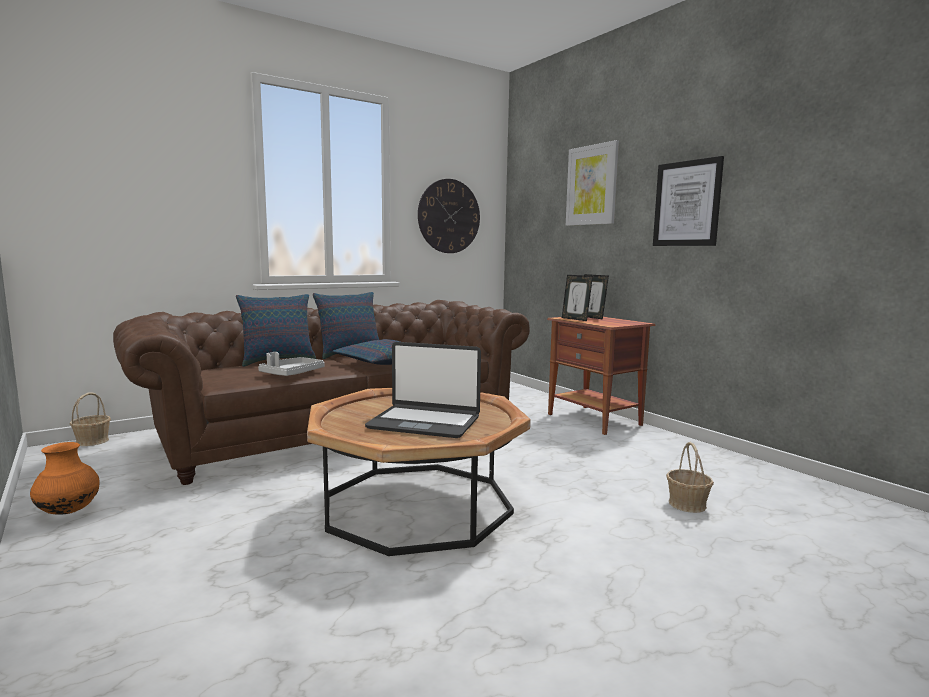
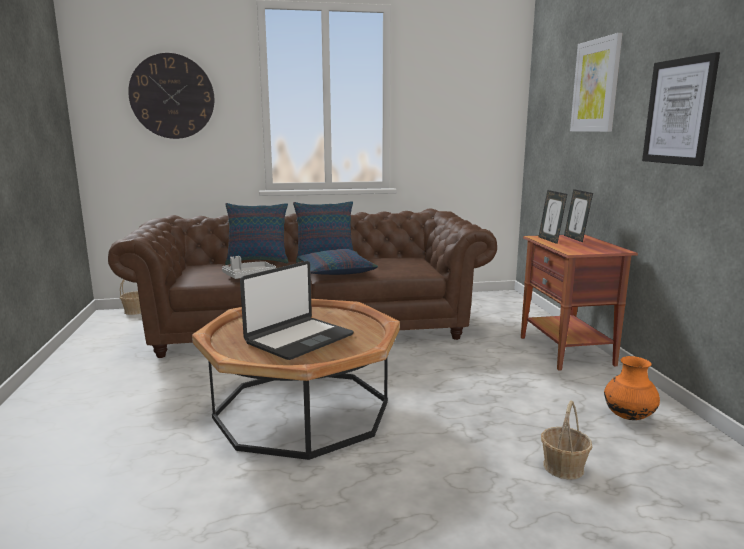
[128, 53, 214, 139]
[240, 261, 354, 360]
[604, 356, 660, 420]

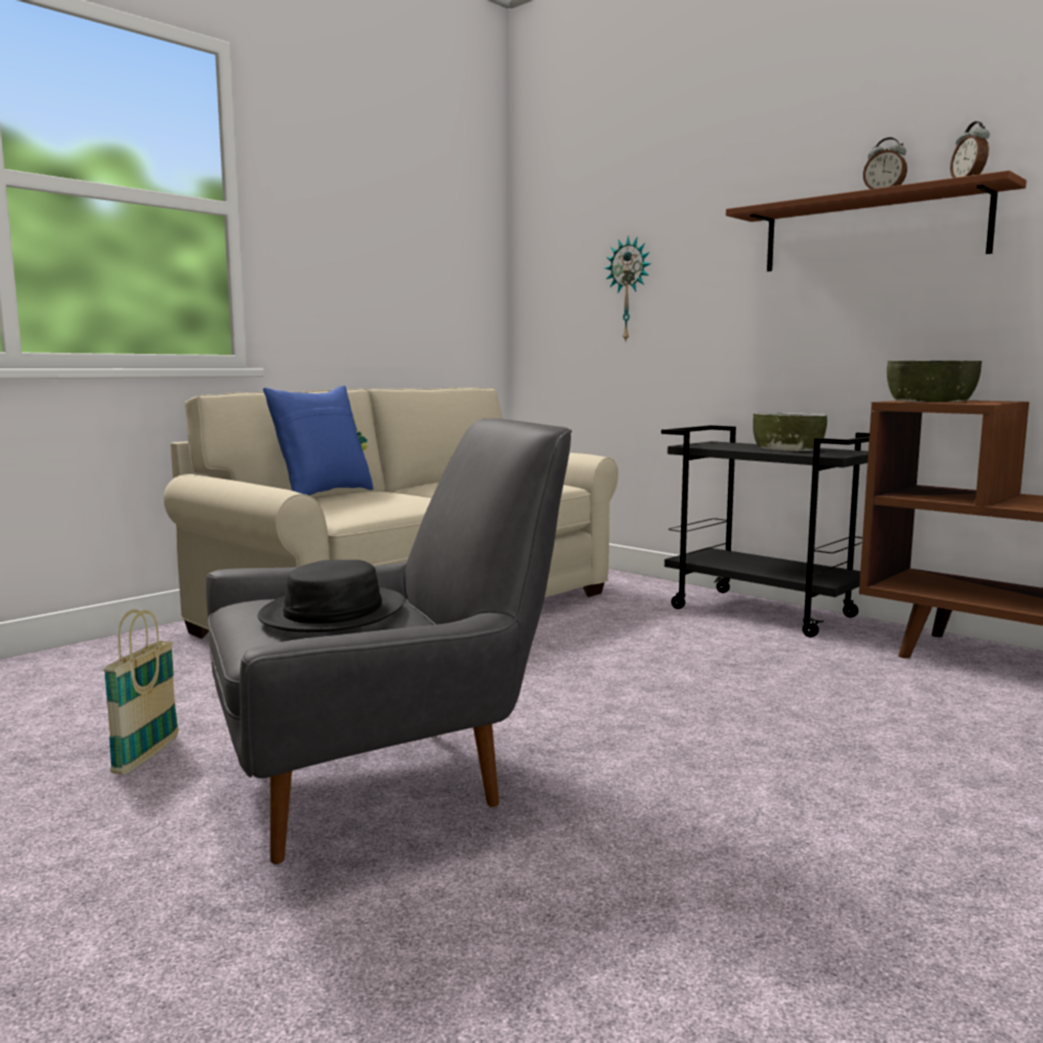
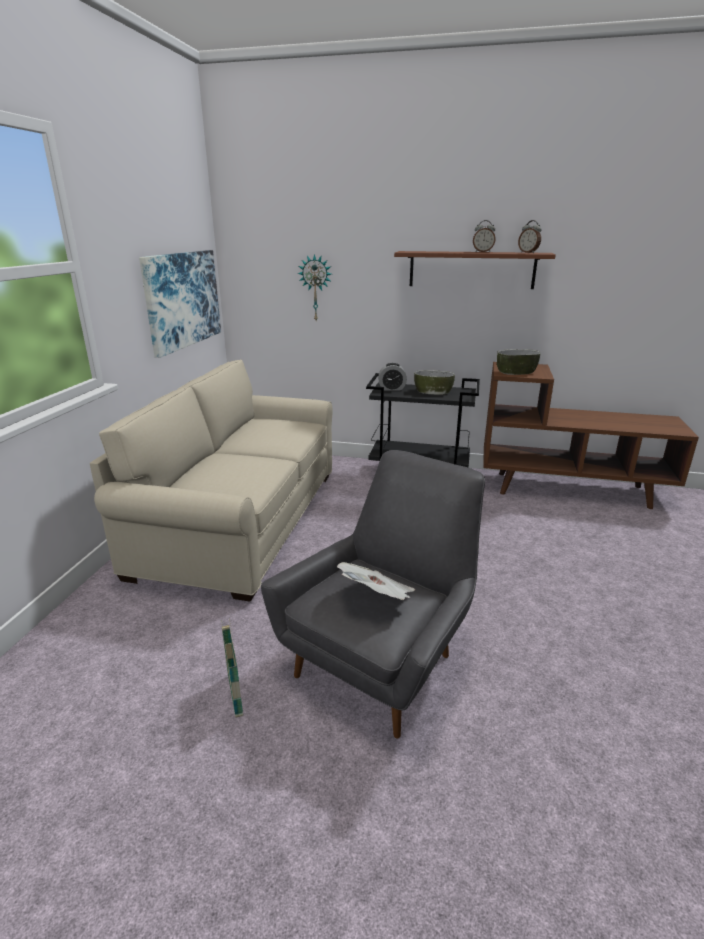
[139, 250, 221, 358]
[337, 562, 415, 600]
[378, 363, 407, 390]
[263, 386, 373, 496] (first image)

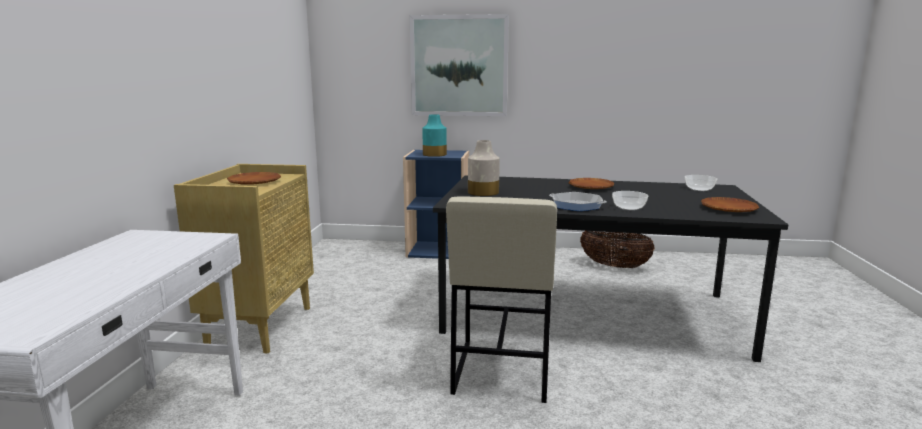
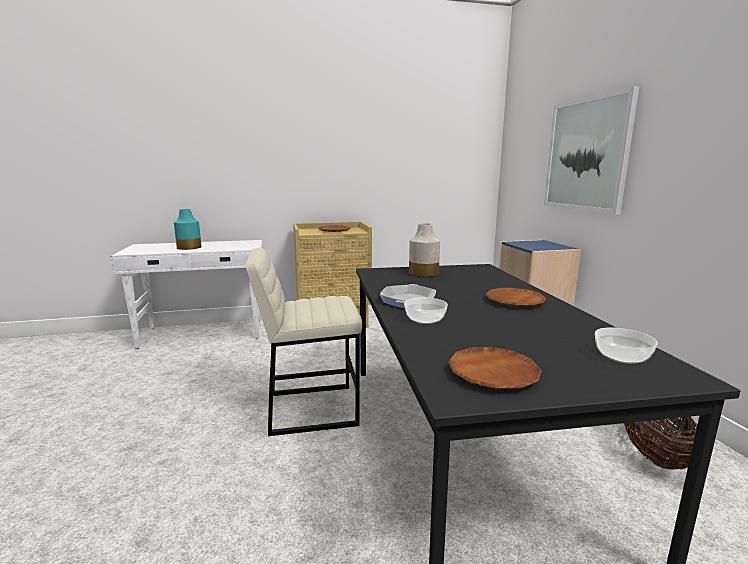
[174, 209, 202, 250]

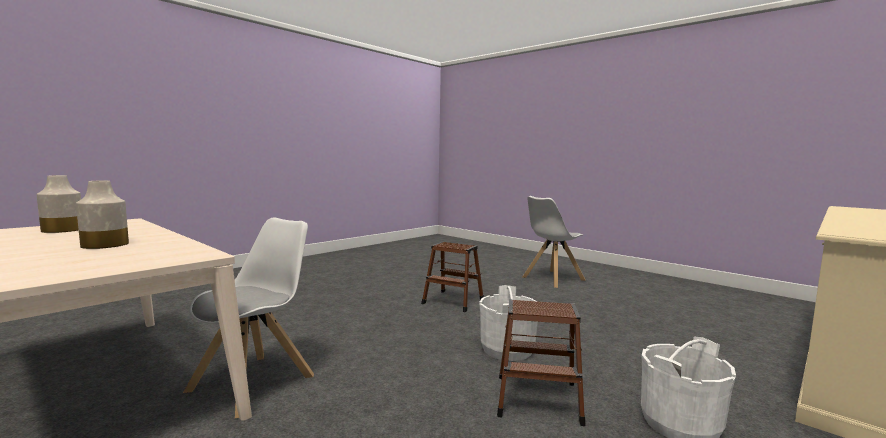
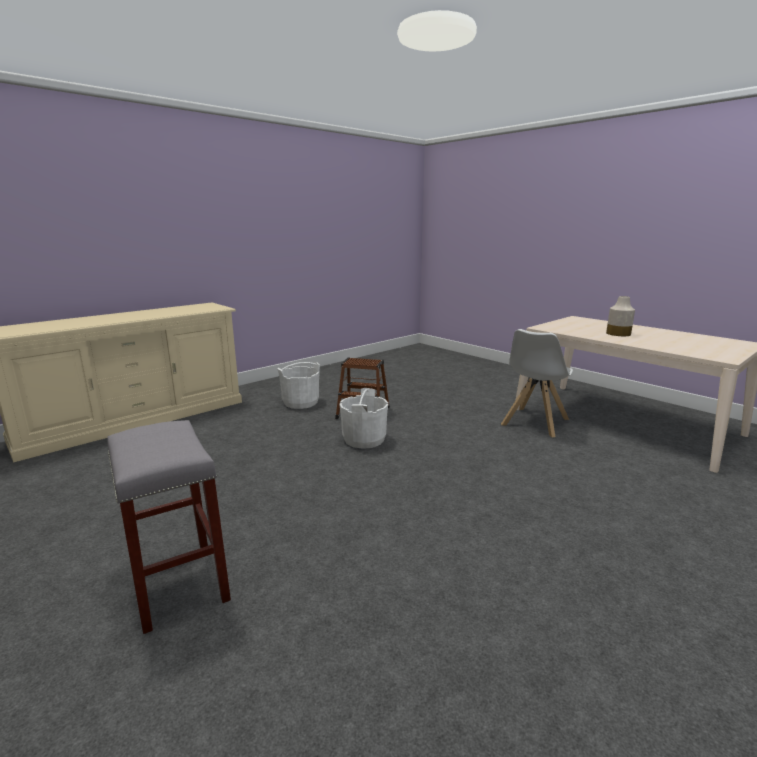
[107, 420, 231, 634]
[37, 175, 81, 233] (first image)
[421, 242, 484, 312] (first image)

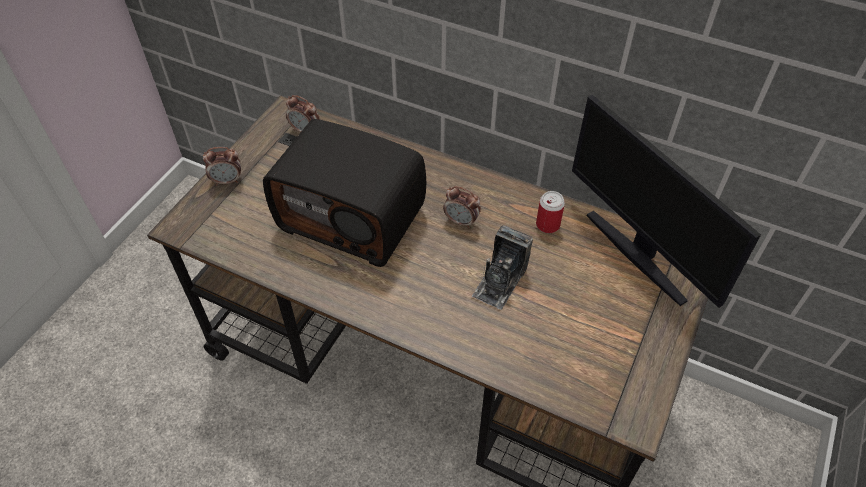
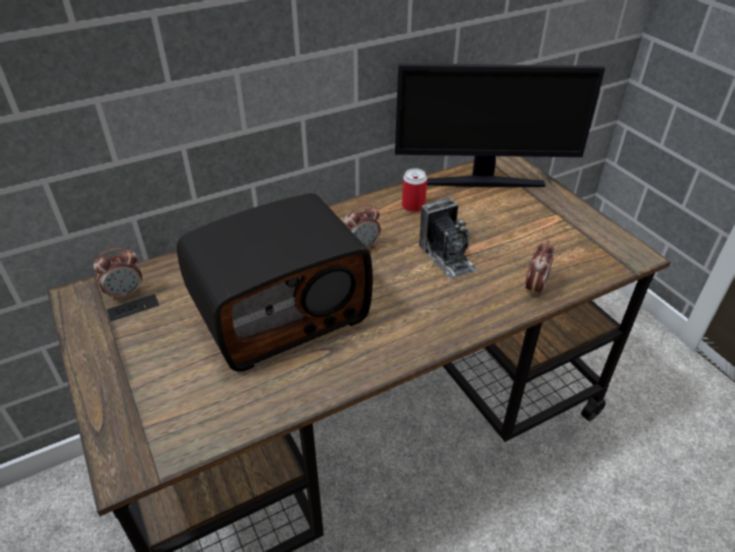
[525, 240, 554, 298]

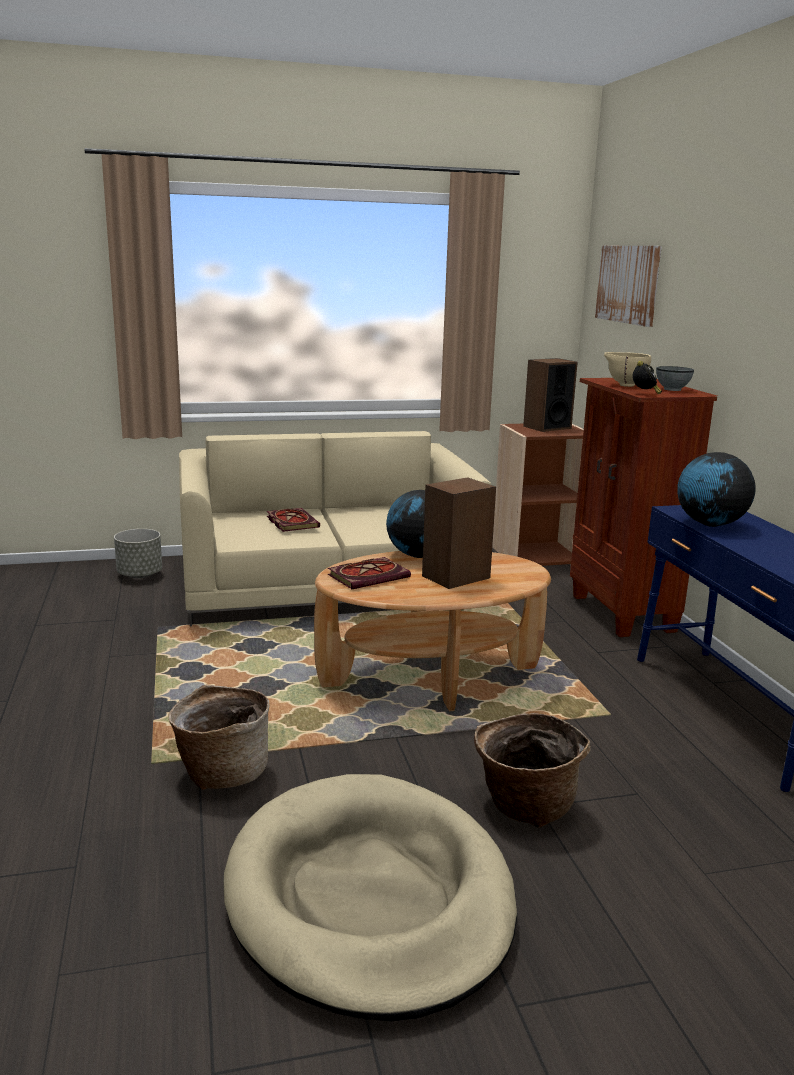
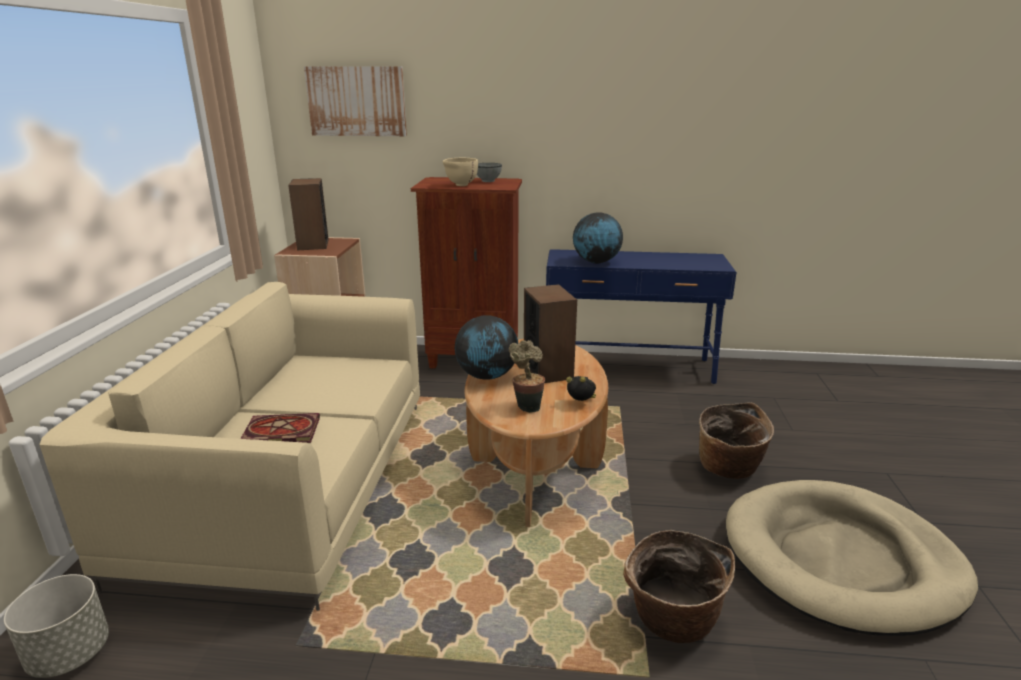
[509, 340, 545, 413]
[566, 376, 596, 401]

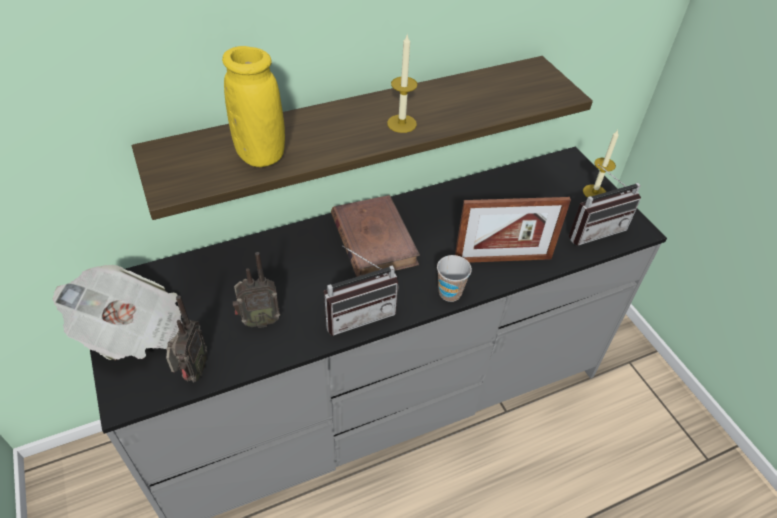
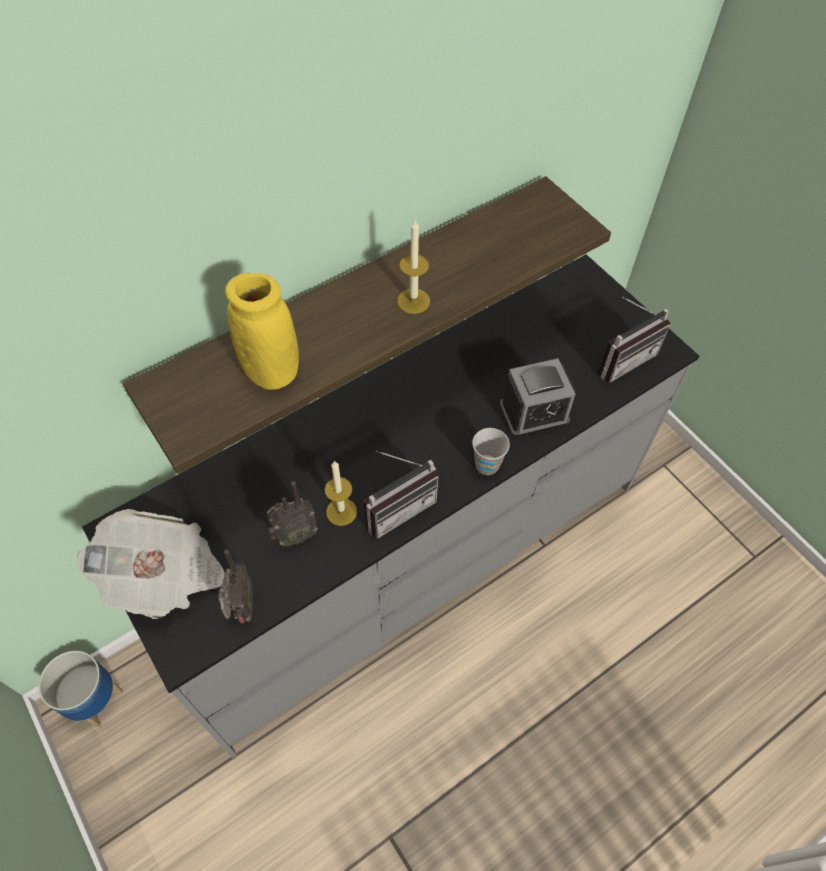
[38, 651, 123, 728]
[325, 461, 357, 526]
[499, 358, 575, 438]
[331, 195, 420, 277] (first image)

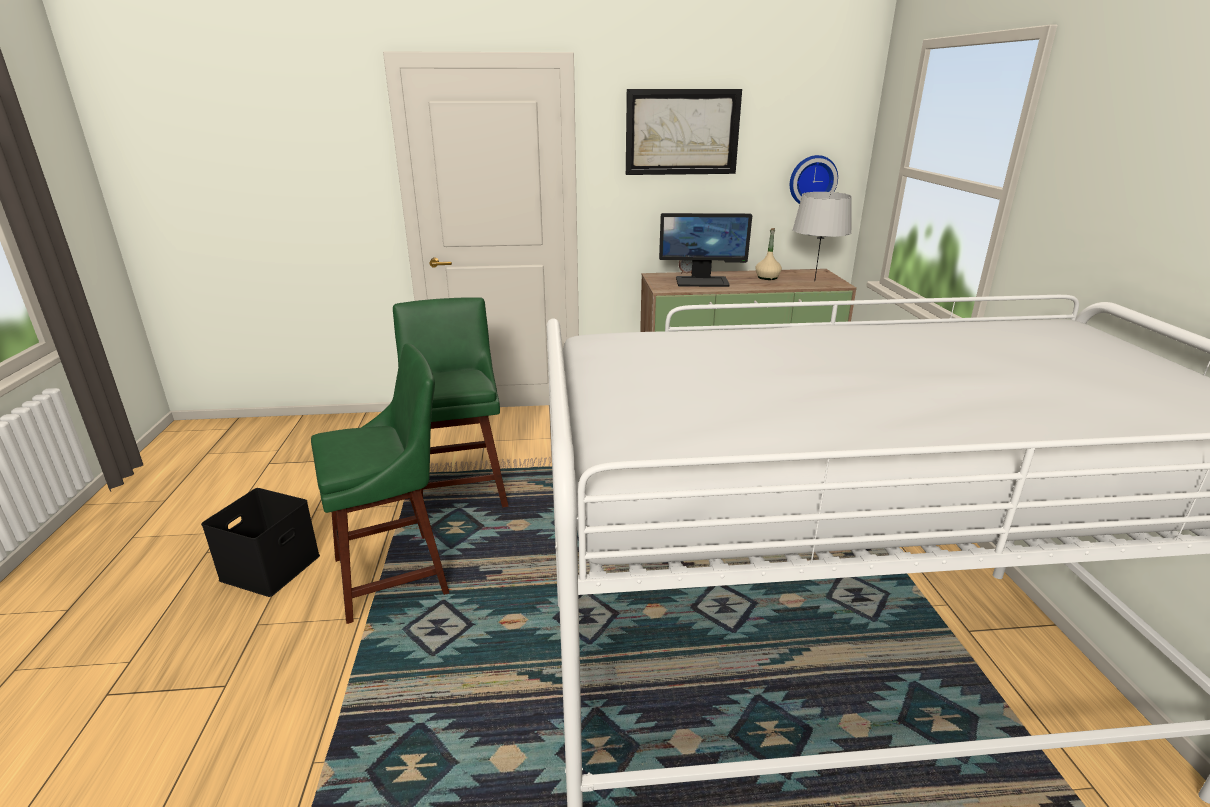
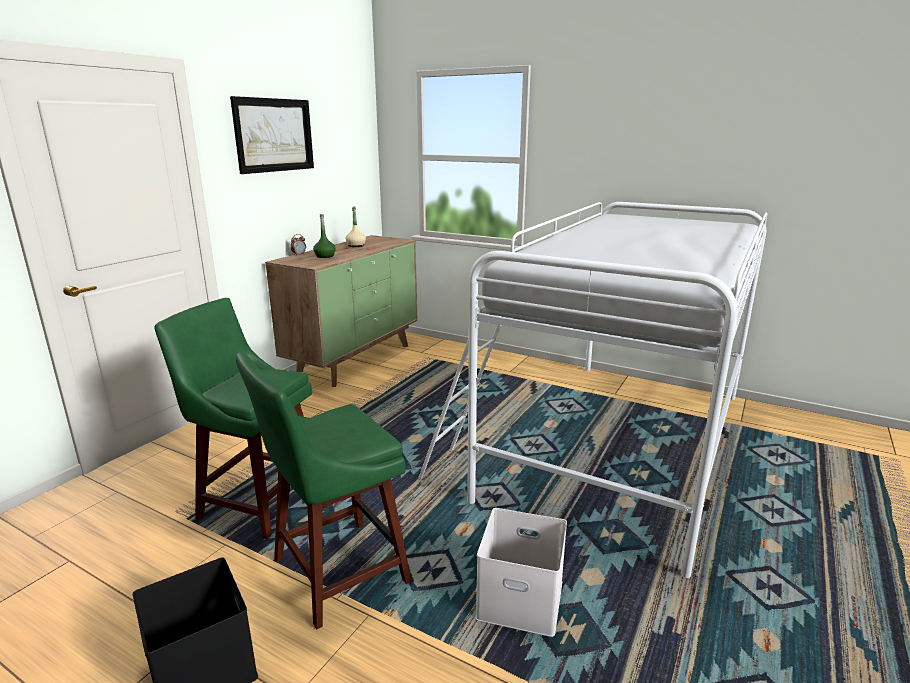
[236, 352, 412, 630]
[313, 214, 336, 258]
[476, 508, 567, 637]
[790, 155, 838, 204] (first image)
[792, 192, 852, 282] (first image)

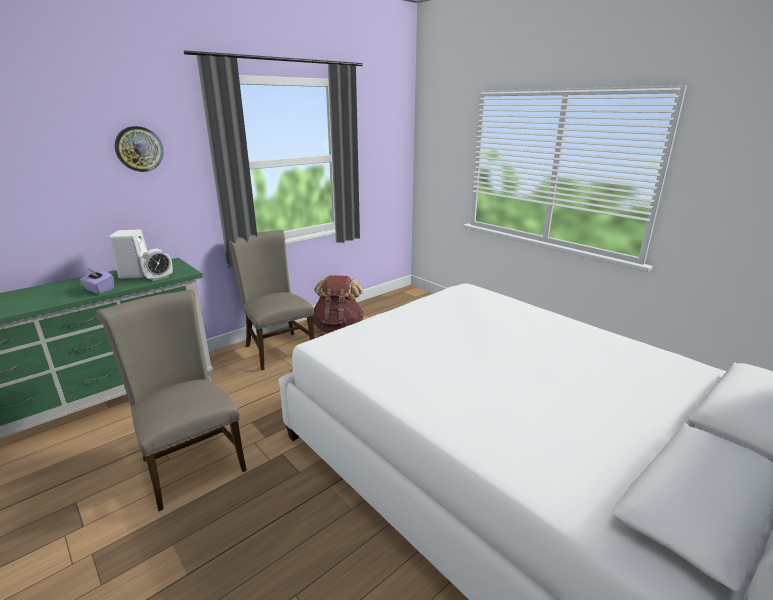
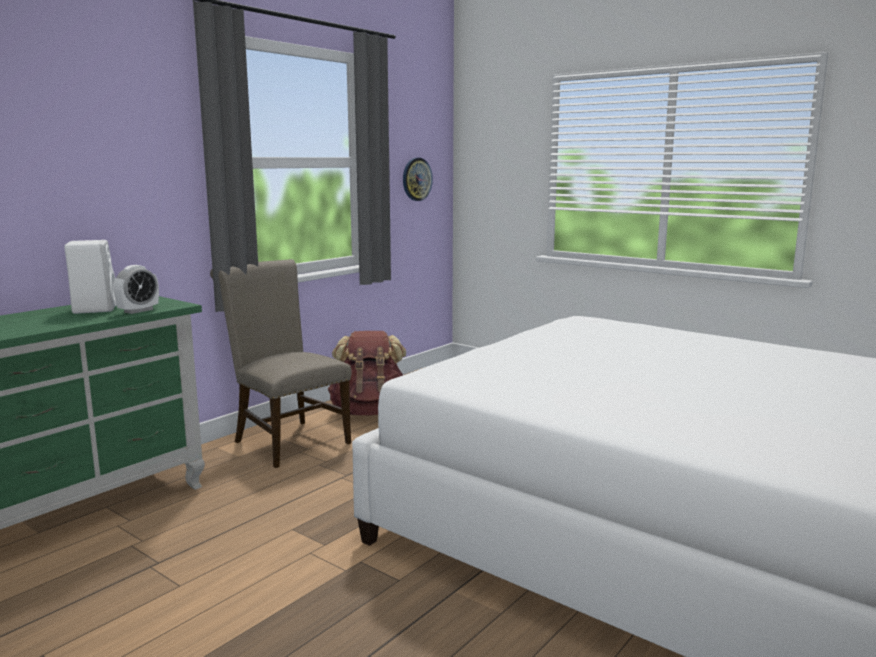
[403, 158, 433, 201]
[80, 268, 114, 294] (first image)
[96, 289, 247, 511] (first image)

